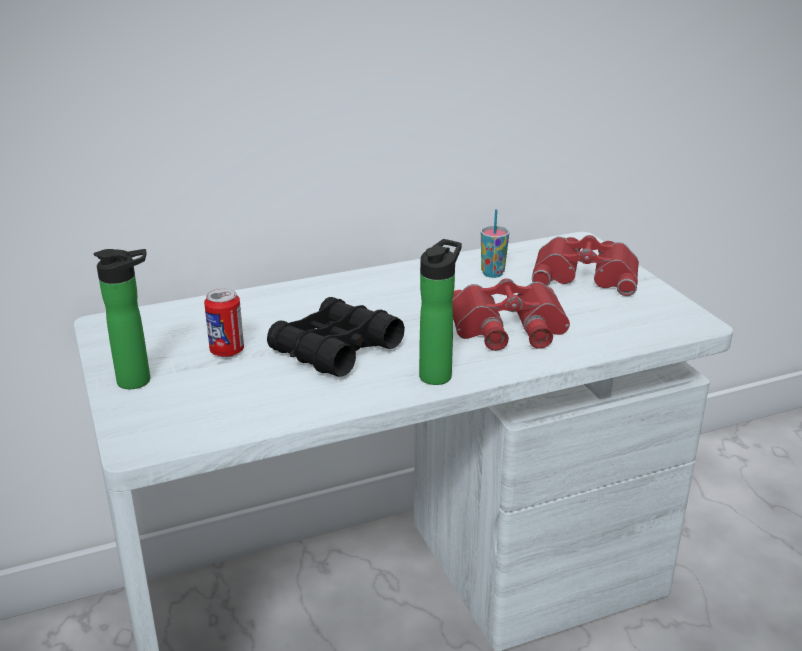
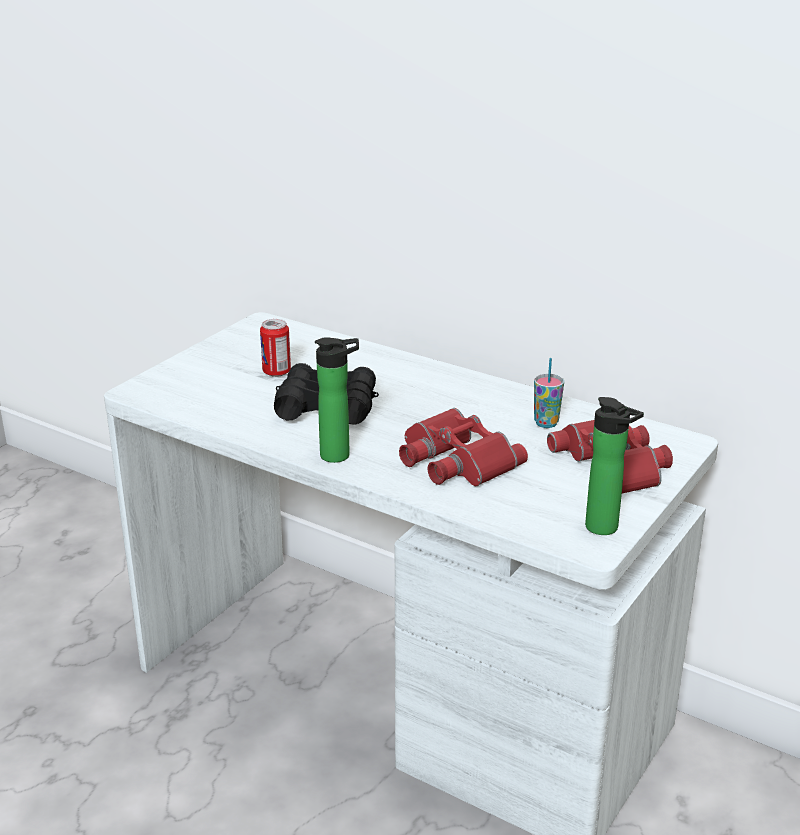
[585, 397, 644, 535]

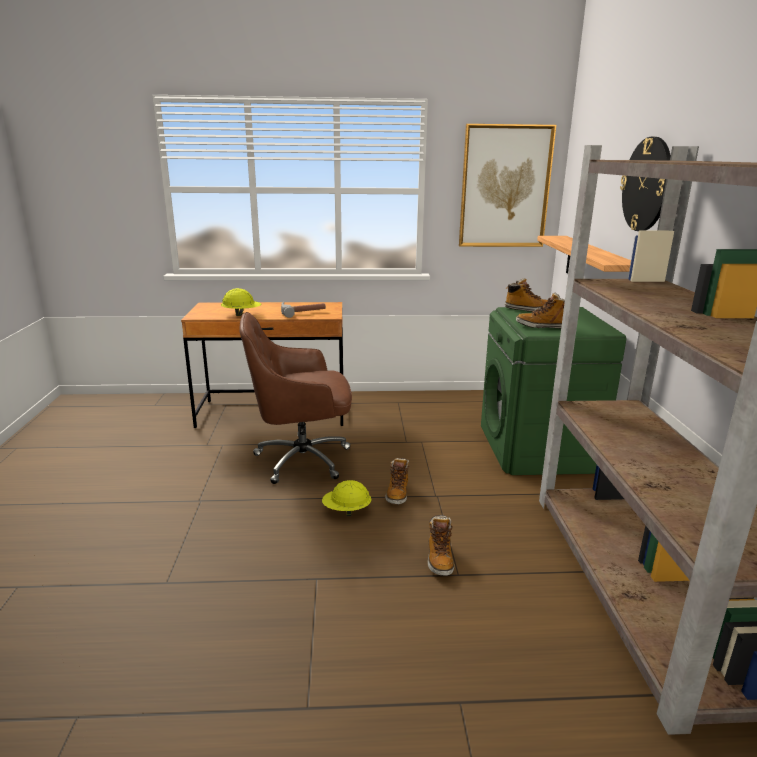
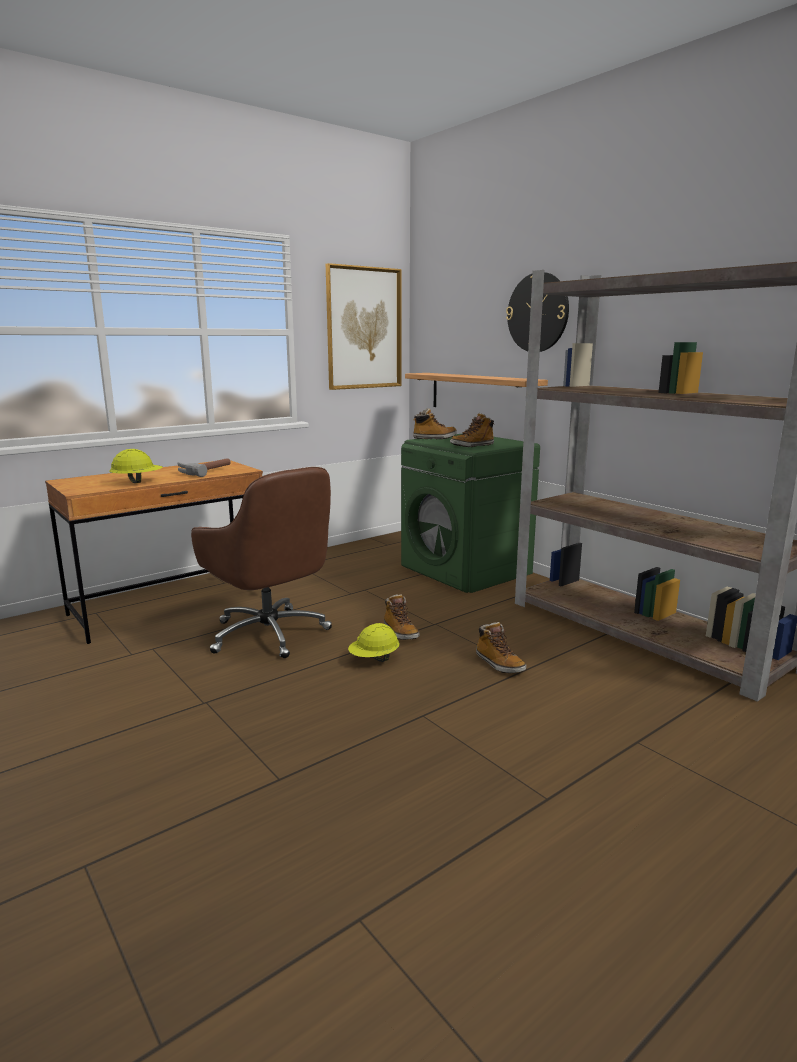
[191, 467, 332, 658]

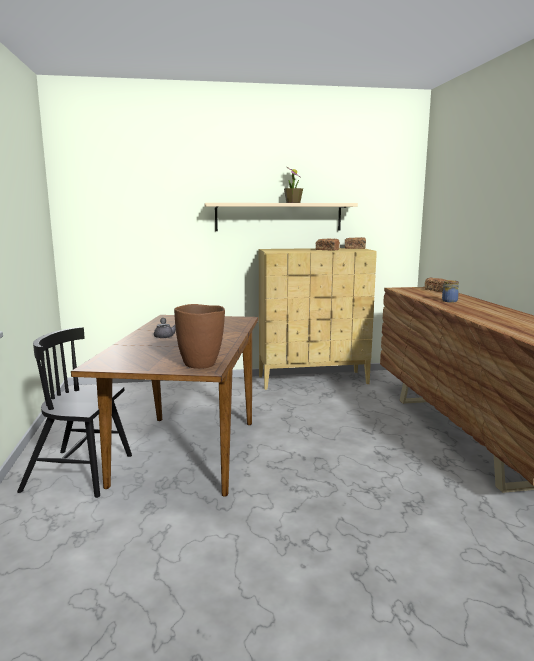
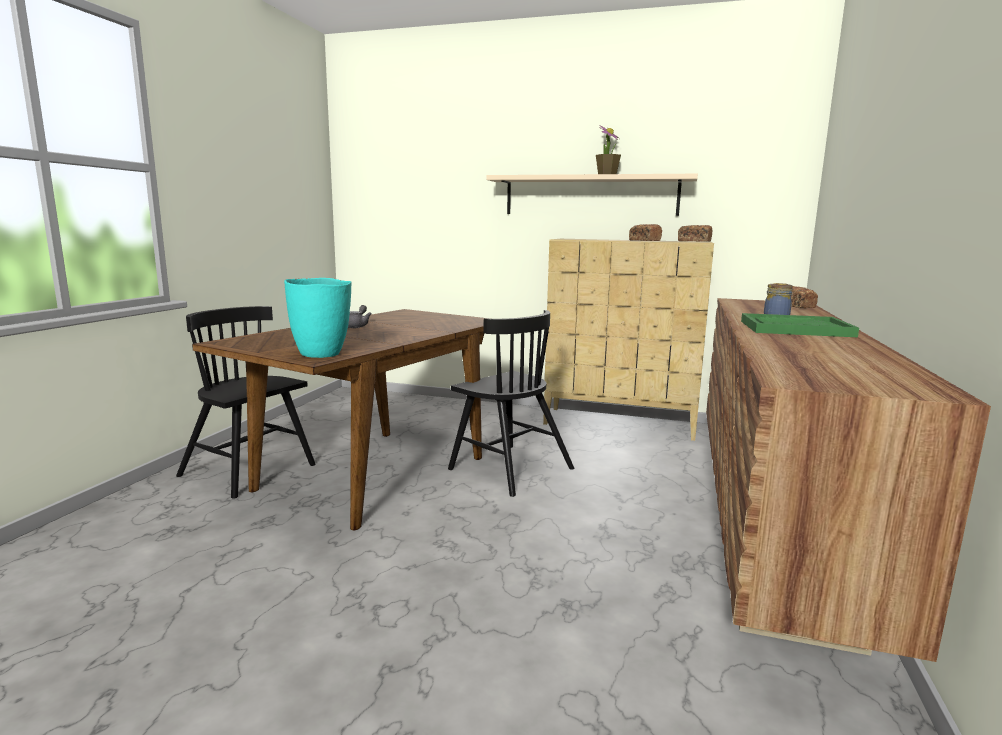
[284, 278, 352, 358]
[448, 310, 574, 497]
[741, 313, 859, 337]

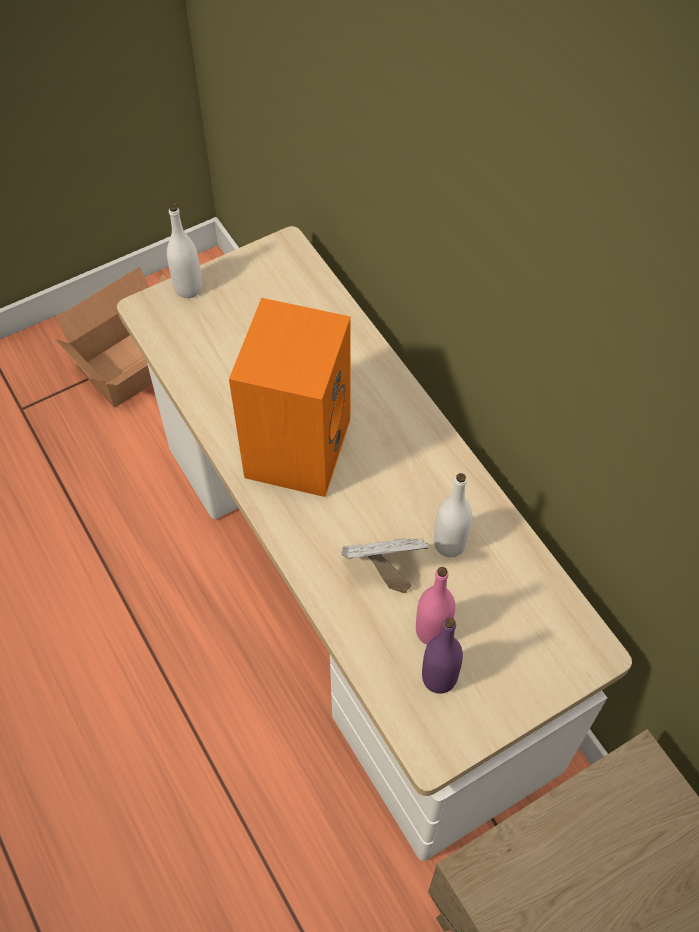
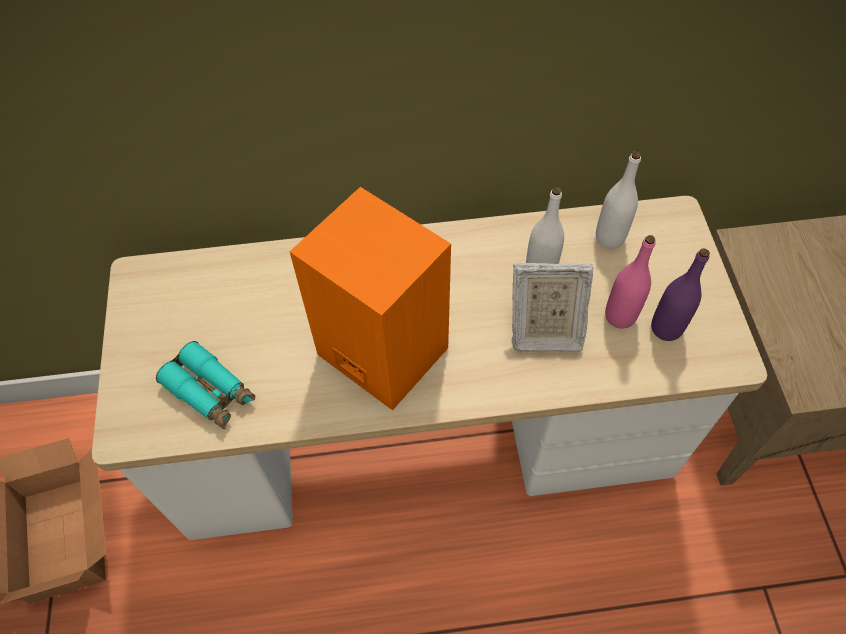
[156, 341, 255, 429]
[512, 263, 594, 352]
[596, 151, 641, 249]

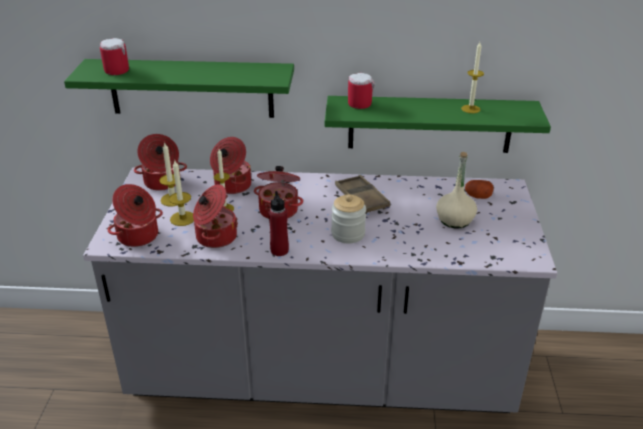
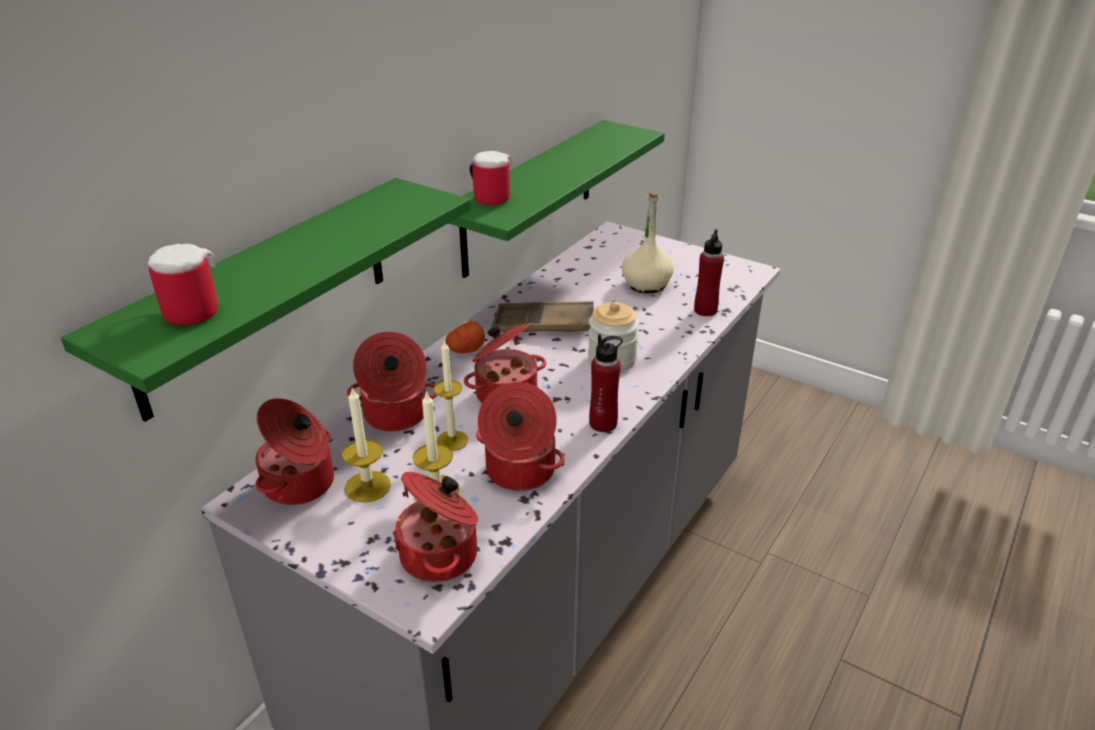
[446, 321, 485, 353]
[694, 229, 724, 316]
[461, 42, 484, 113] (first image)

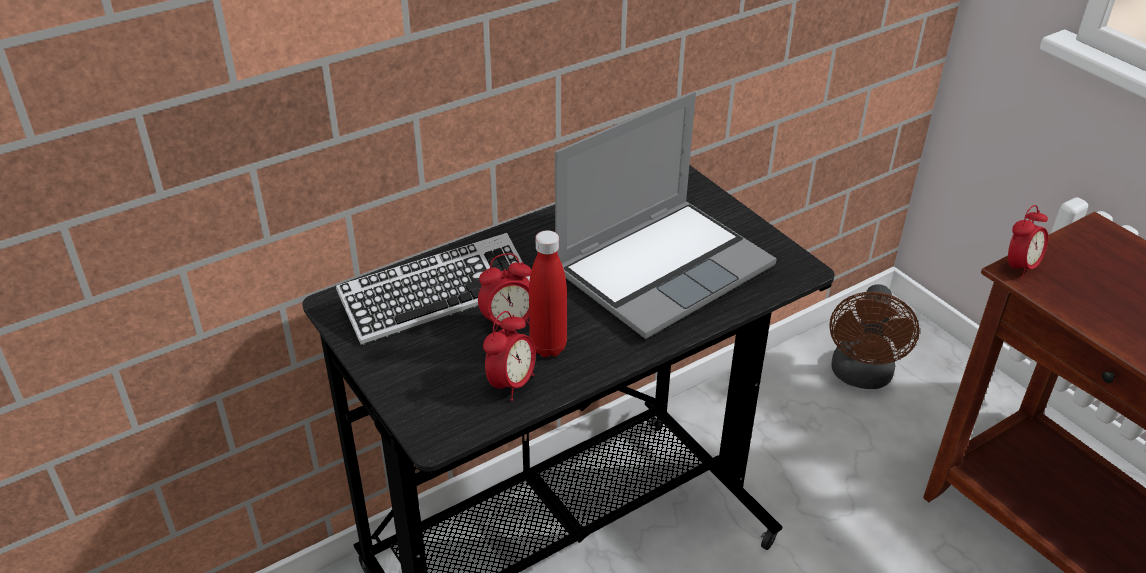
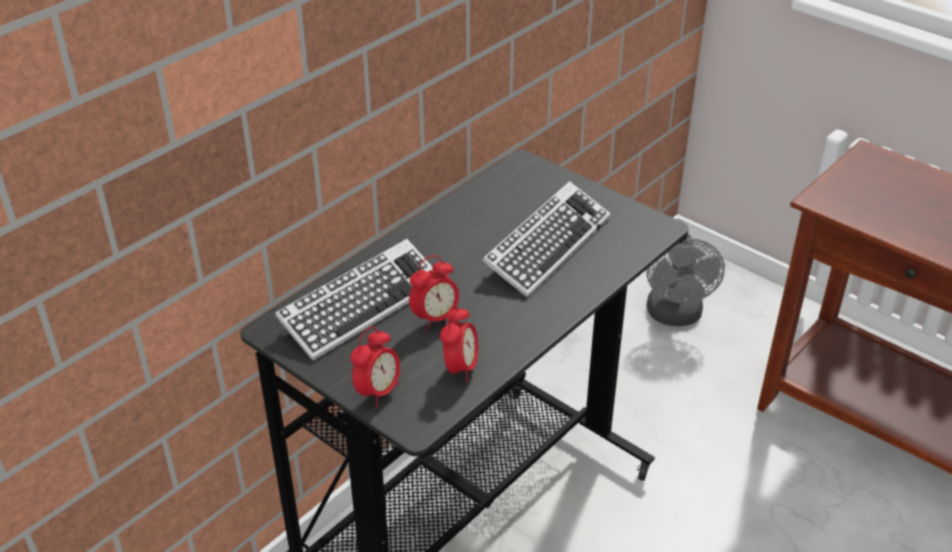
[350, 327, 400, 407]
[482, 181, 611, 298]
[647, 234, 725, 326]
[529, 230, 567, 357] (first image)

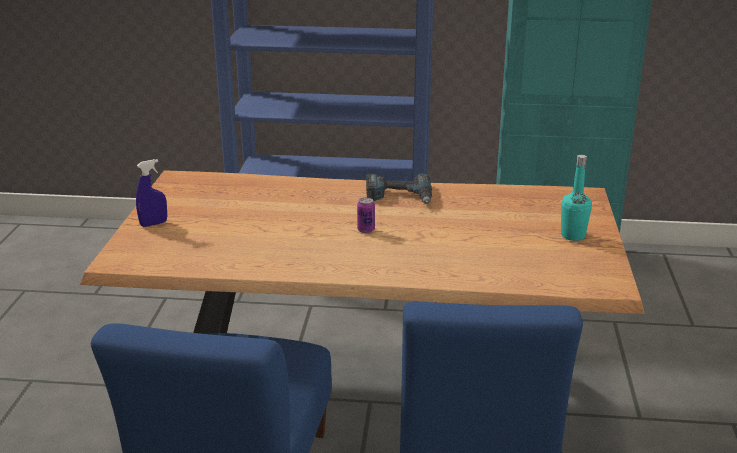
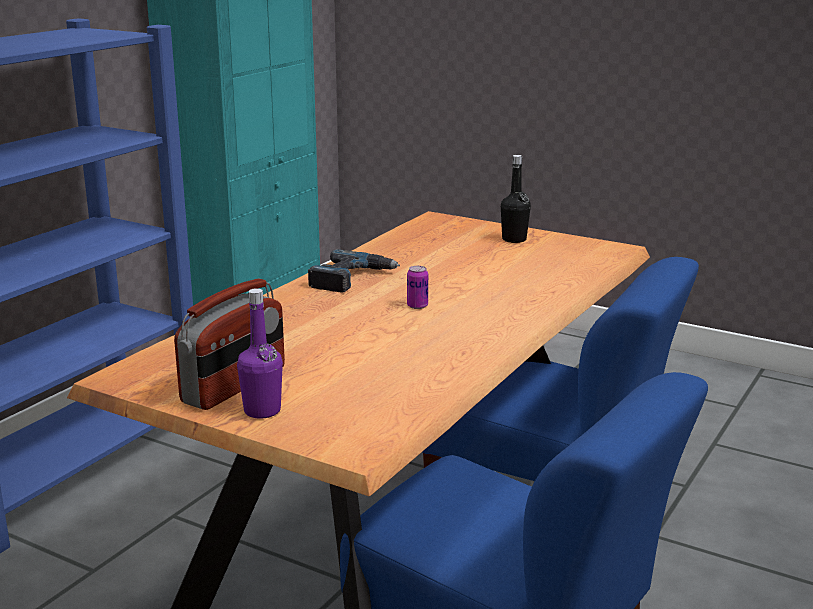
[174, 279, 285, 410]
[237, 288, 283, 419]
[501, 155, 531, 243]

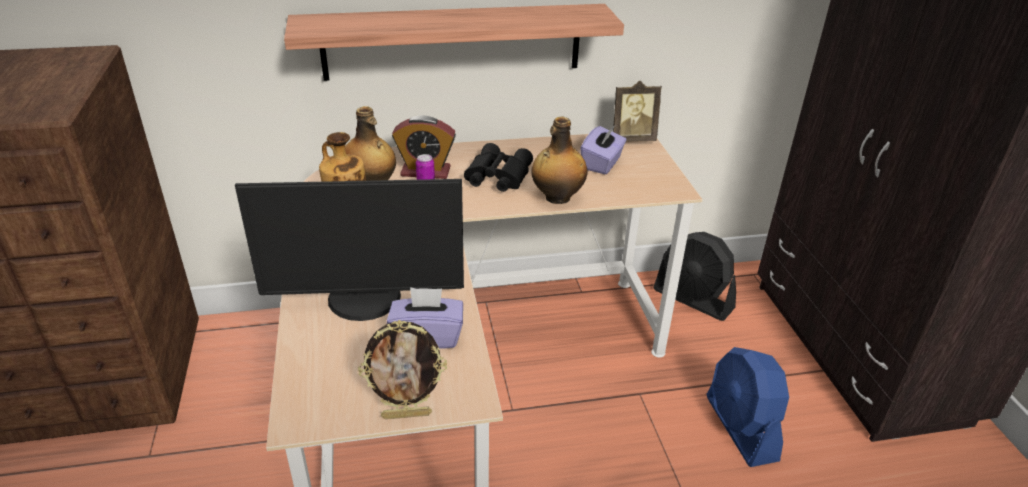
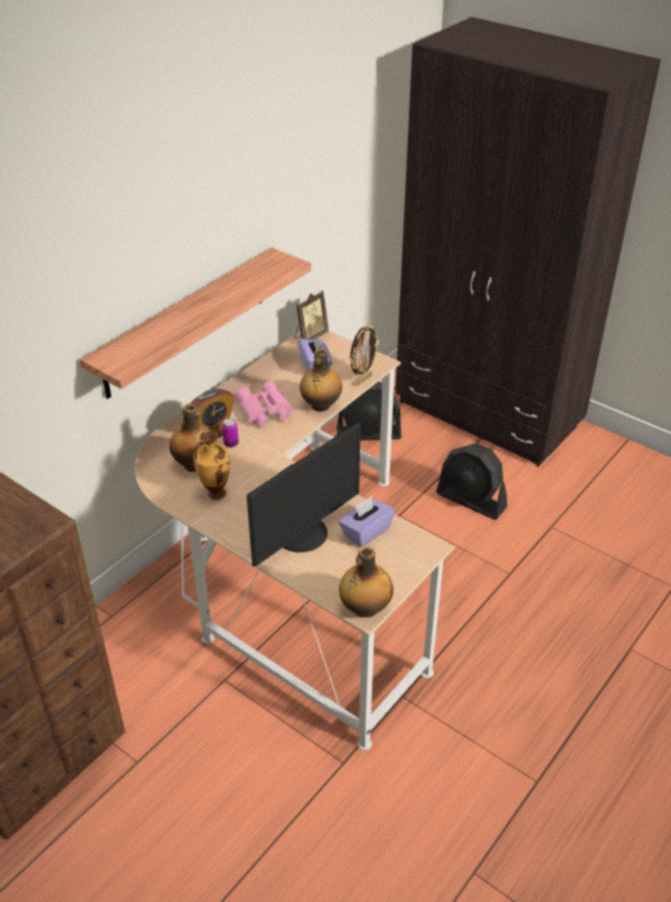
[235, 381, 293, 426]
[339, 546, 393, 617]
[350, 325, 379, 386]
[436, 443, 507, 520]

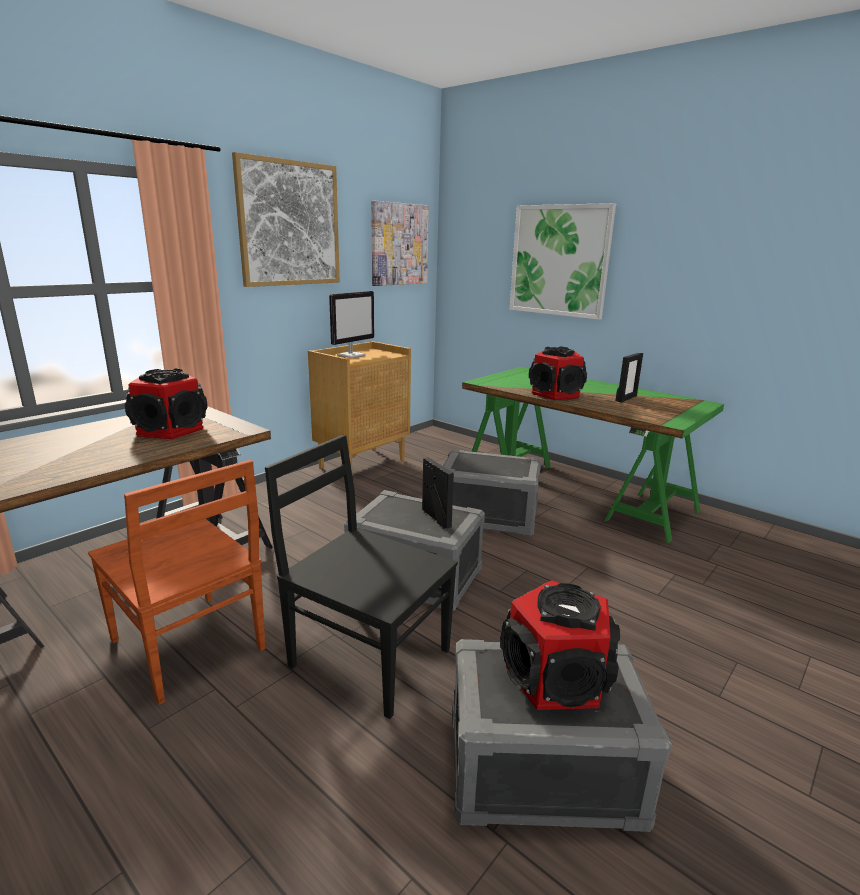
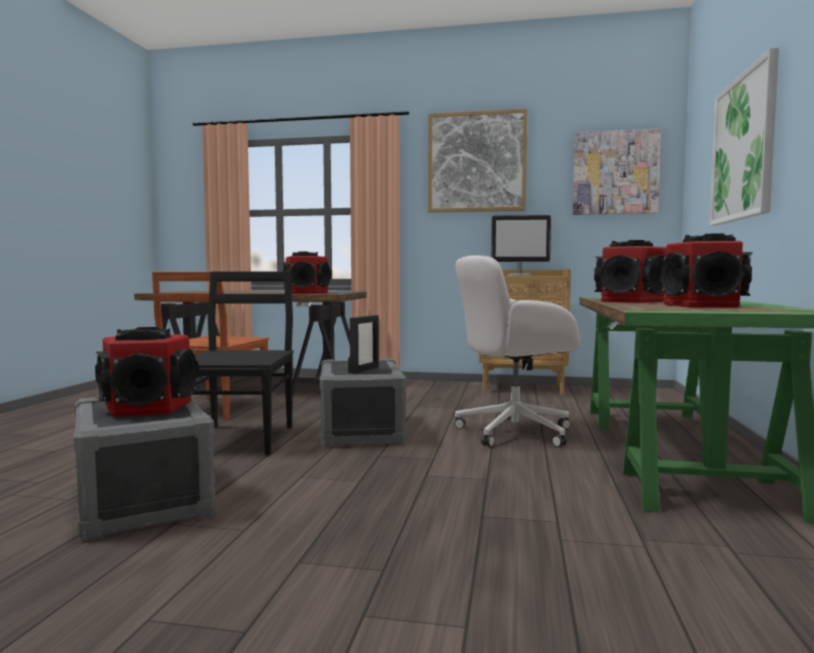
[455, 255, 580, 447]
[659, 233, 753, 308]

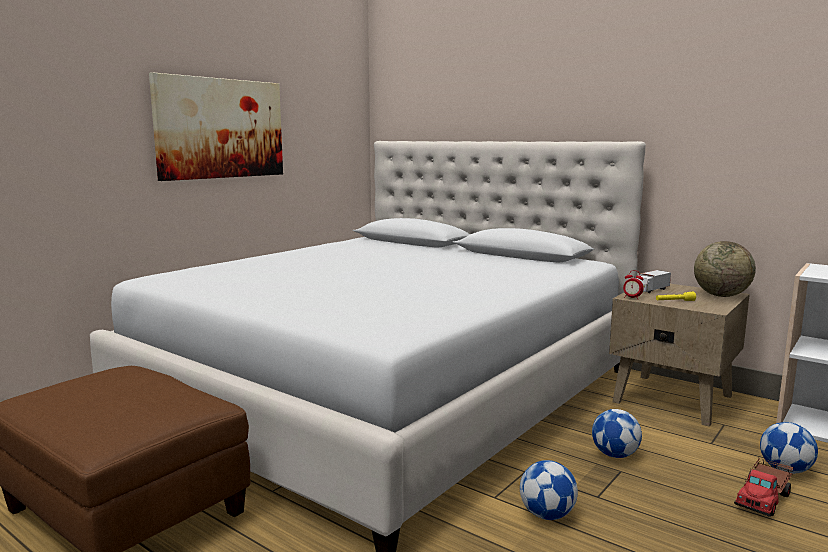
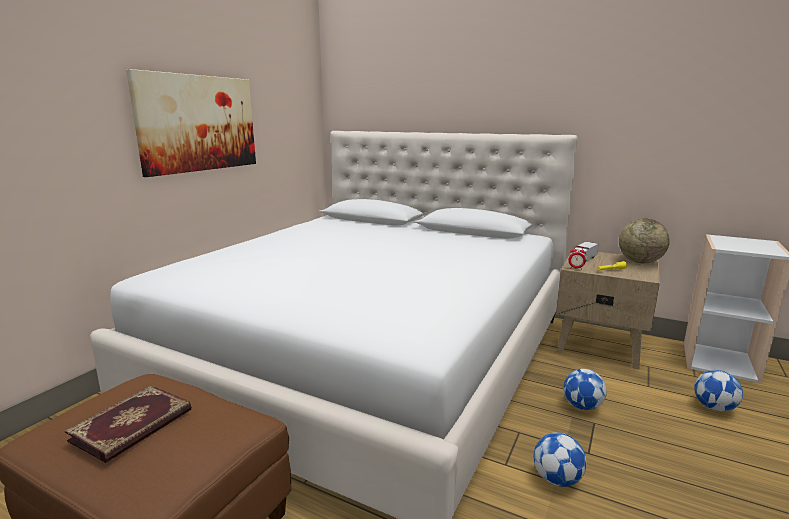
[65, 385, 191, 463]
[734, 458, 793, 517] (first image)

